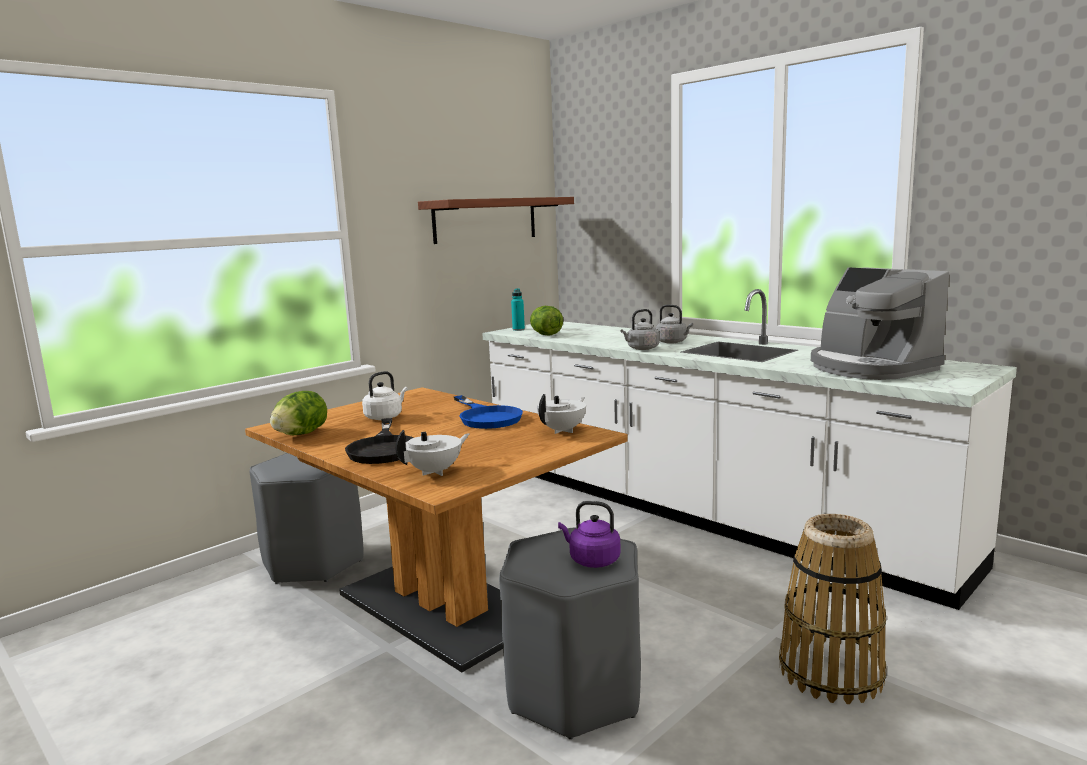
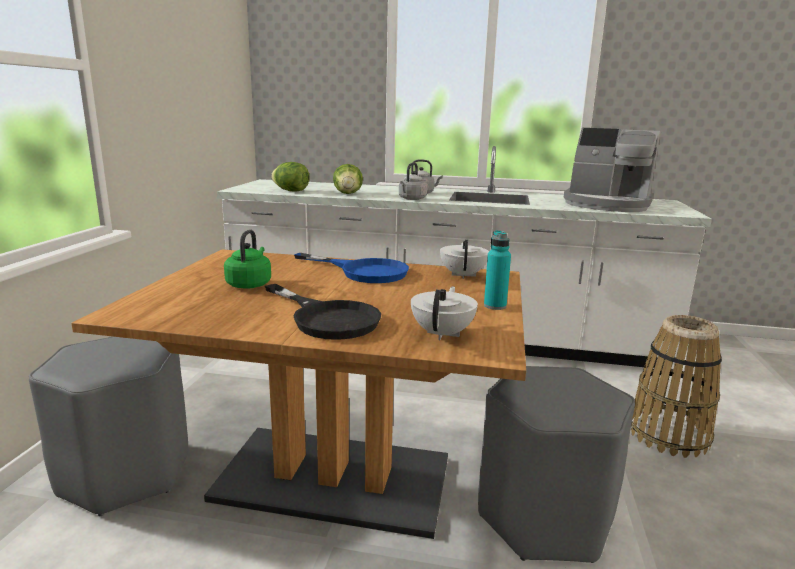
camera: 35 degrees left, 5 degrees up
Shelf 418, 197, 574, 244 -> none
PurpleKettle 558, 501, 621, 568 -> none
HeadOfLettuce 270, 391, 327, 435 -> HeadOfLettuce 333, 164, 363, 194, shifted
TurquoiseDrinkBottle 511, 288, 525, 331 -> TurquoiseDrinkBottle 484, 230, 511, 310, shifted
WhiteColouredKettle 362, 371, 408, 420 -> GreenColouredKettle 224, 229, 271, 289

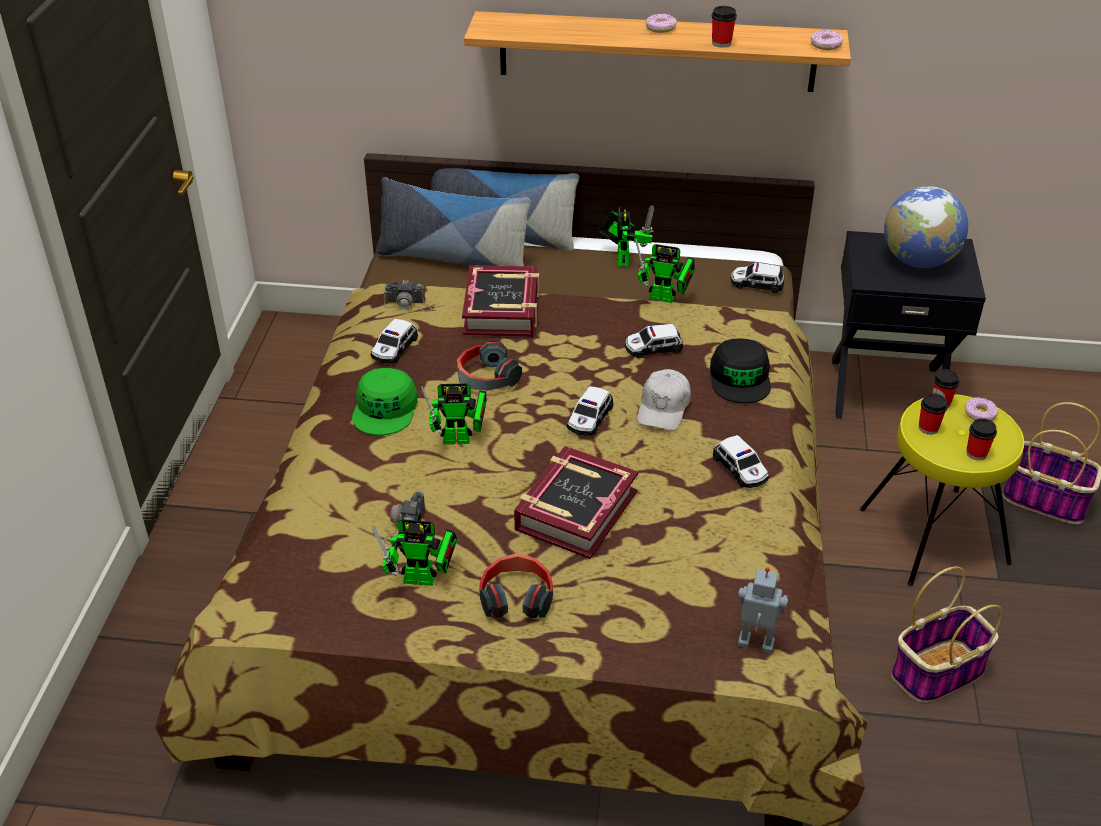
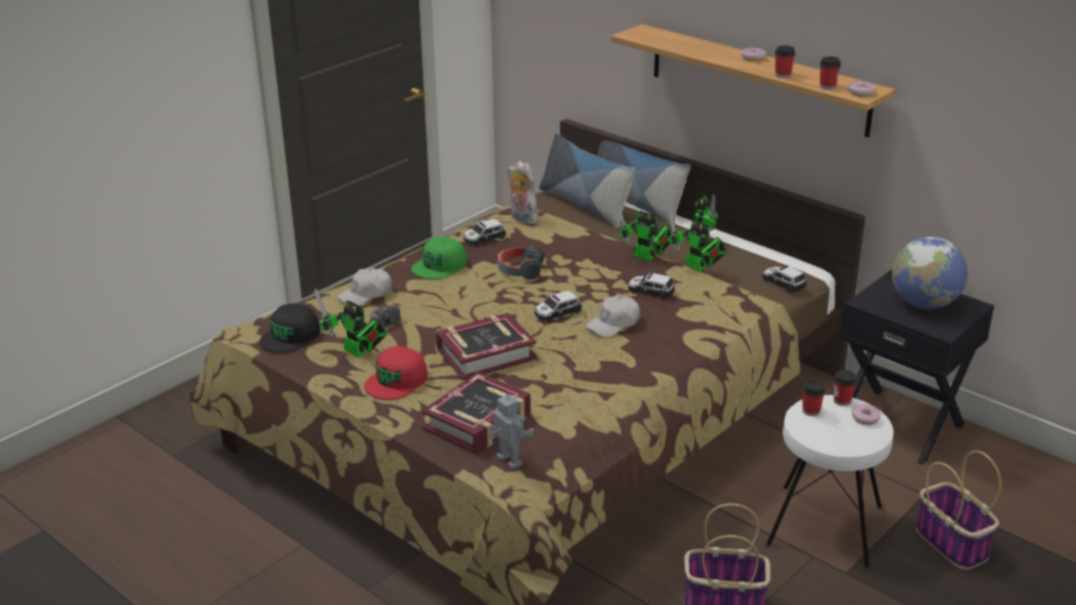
camera: 35 degrees right, 10 degrees down
ModelCar 713, 435, 769, 488 -> none
none -> WhiteColouredPeakedCap 337, 268, 392, 305
ToyRobot 421, 383, 486, 444 -> ToyRobot 617, 200, 672, 261, shifted
BoundBook 462, 265, 539, 337 -> BoundBook 422, 372, 531, 454, shifted
BlackishPeakedCap 710, 338, 771, 403 -> BlackishPeakedCap 259, 303, 321, 353, shifted
SmallCup 966, 418, 997, 460 -> SmallCup 820, 56, 841, 90, shifted
PhotoCamera 384, 280, 432, 312 -> SoftToy 507, 161, 539, 224
PairOfHeadphones 480, 553, 553, 618 -> RedPeakedCap 364, 346, 427, 400
YellowColouredStoolSeat 860, 394, 1024, 586 -> WhiteColouredStoolSeat 766, 395, 893, 569

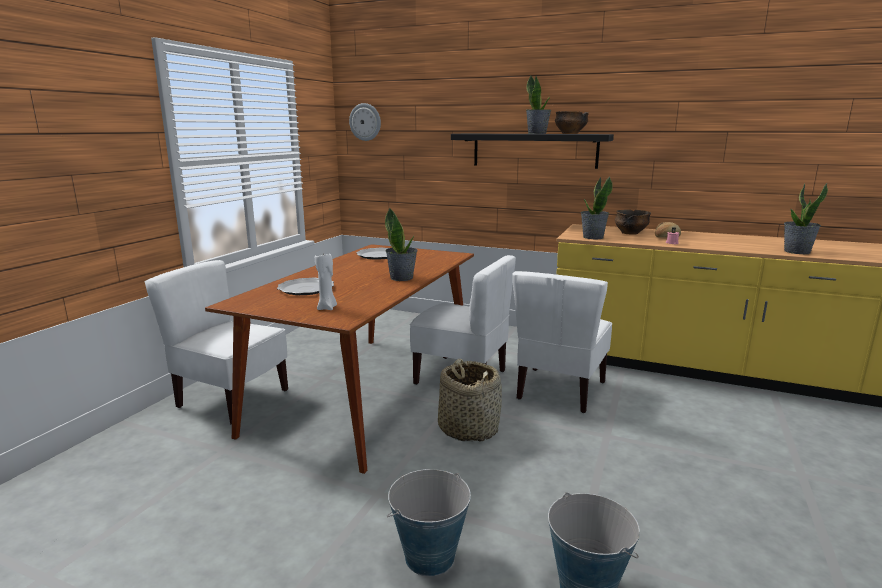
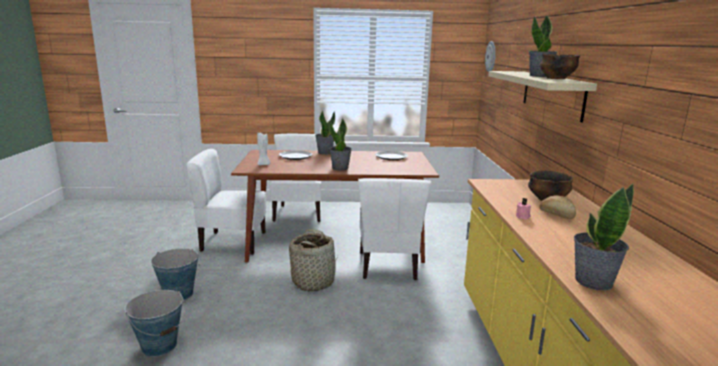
camera: 65 degrees right, 0 degrees up
WhiteColouredChair 512, 271, 613, 413 -> WhiteColouredChair 186, 149, 266, 255, shifted
PottedPlant 581, 177, 613, 239 -> PottedPlant 315, 110, 335, 155, shifted
BlackishShelf 451, 134, 614, 169 -> SandColouredShelf 488, 71, 597, 123

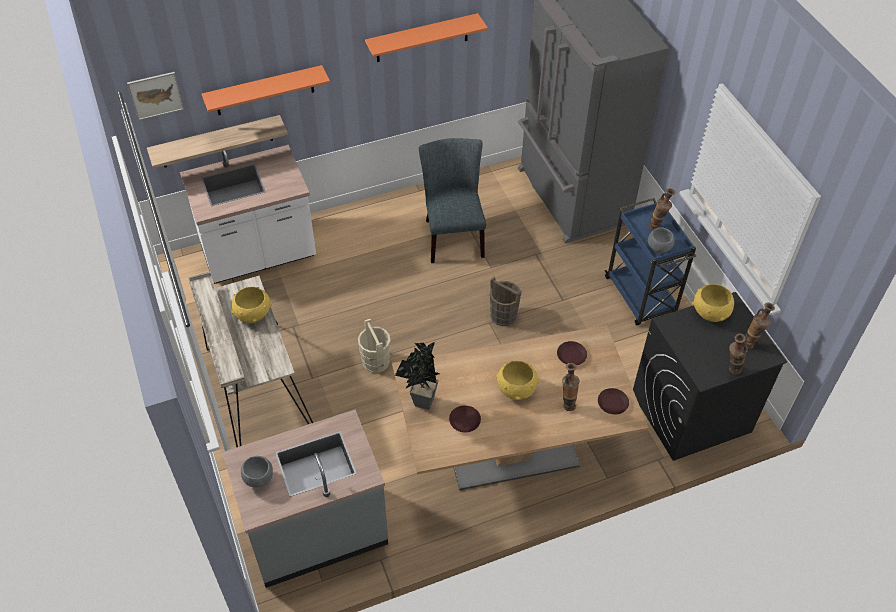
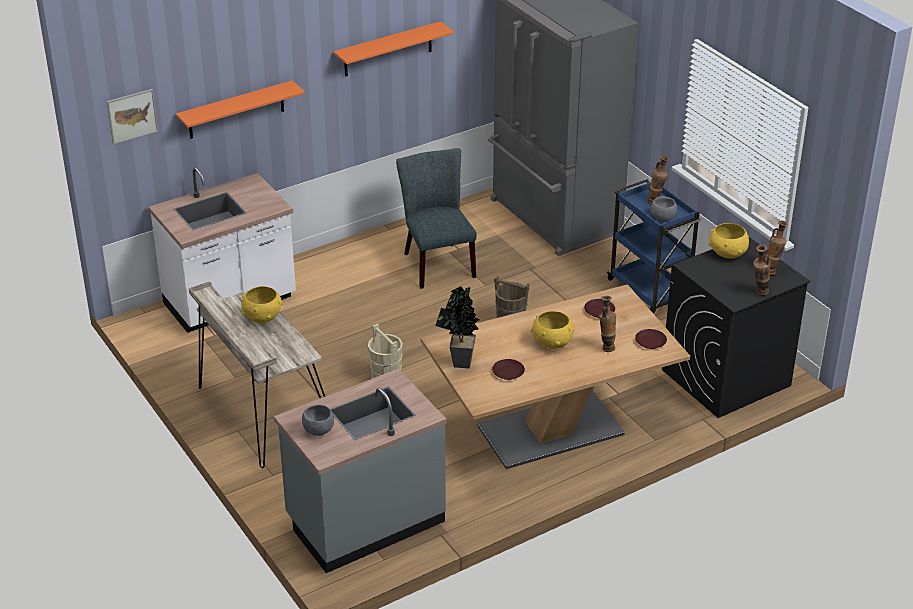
camera: 10 degrees left, 15 degrees down
Shelf 147, 115, 288, 169 -> none

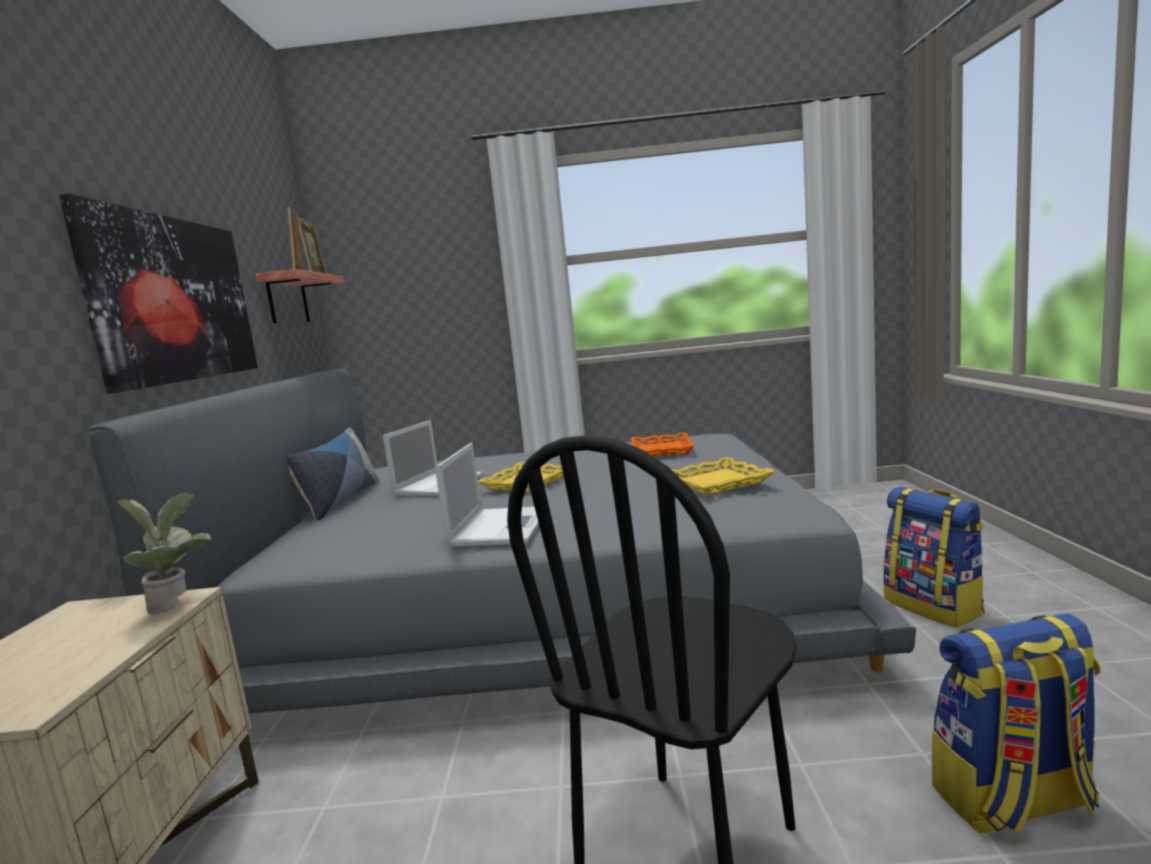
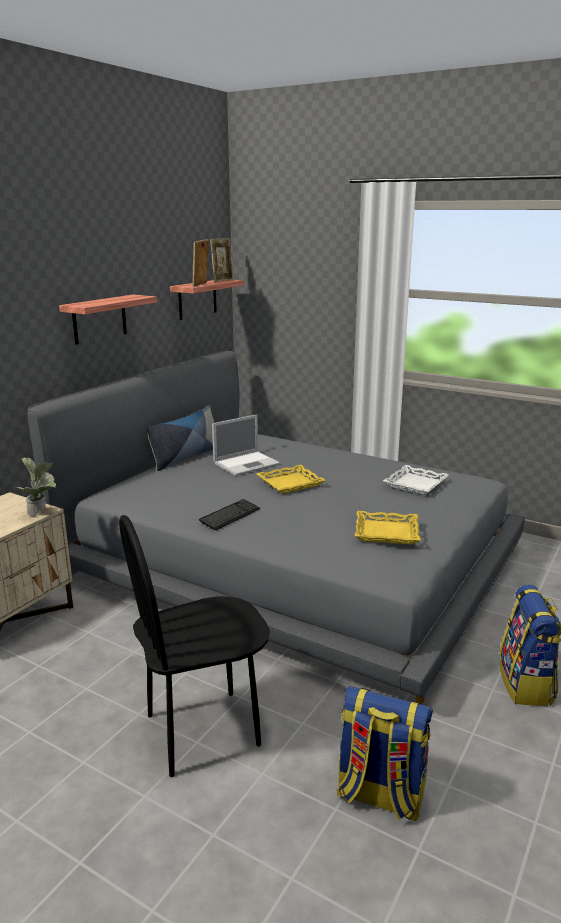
camera: 30 degrees right, 10 degrees up
WallPicture 59, 194, 258, 393 -> Shelf 59, 295, 157, 344
PortableComputer 435, 443, 539, 547 -> ComputerKeyboard 199, 499, 260, 530
OrangeyCarryingTray 631, 432, 694, 457 -> WhiteColouredCarryingTray 383, 465, 449, 495

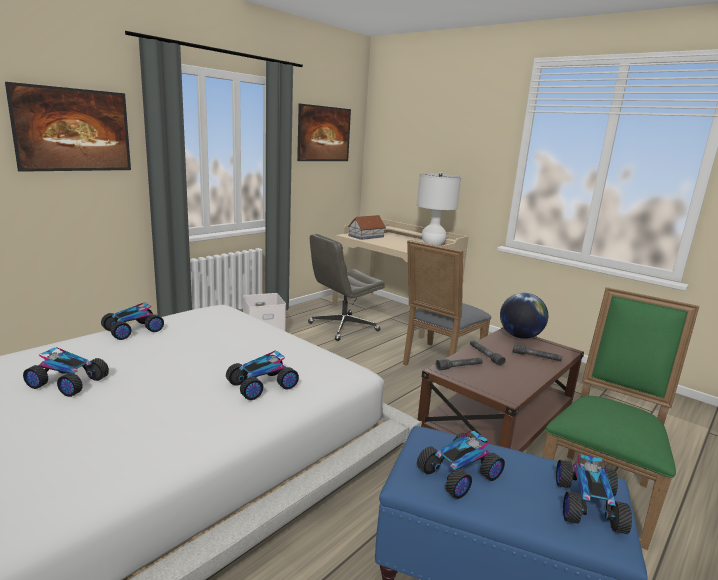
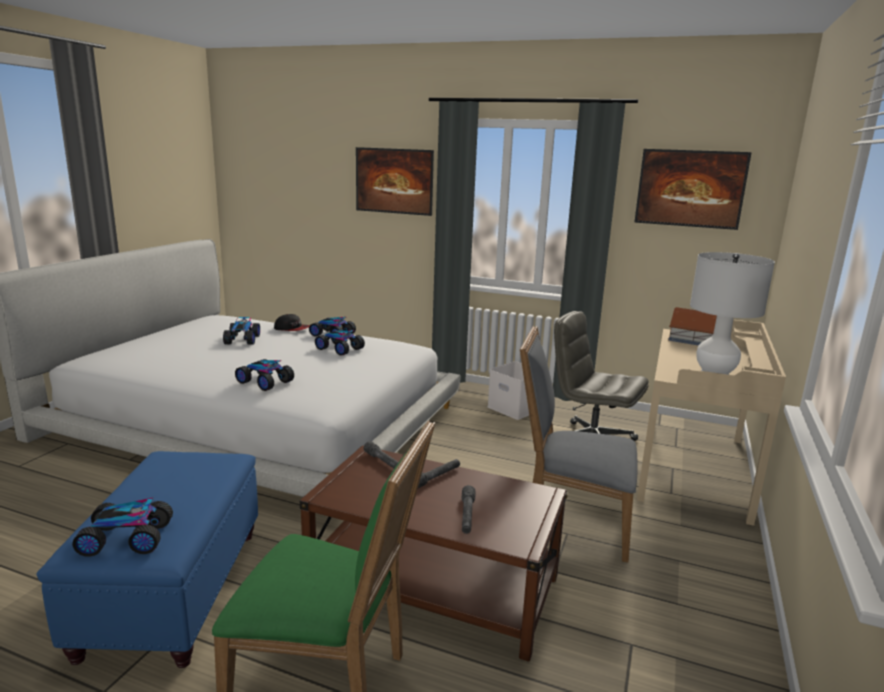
camera: 70 degrees right, 0 degrees up
DeskGlobe 500, 293, 548, 339 -> none
none -> PeakedCap 274, 314, 310, 331
ModelCar 417, 430, 505, 499 -> ModelCar 315, 330, 365, 356, shifted

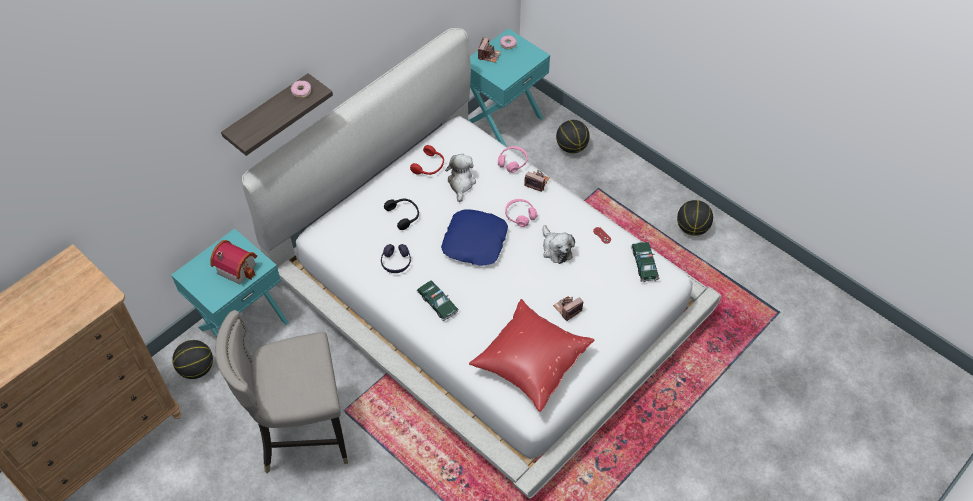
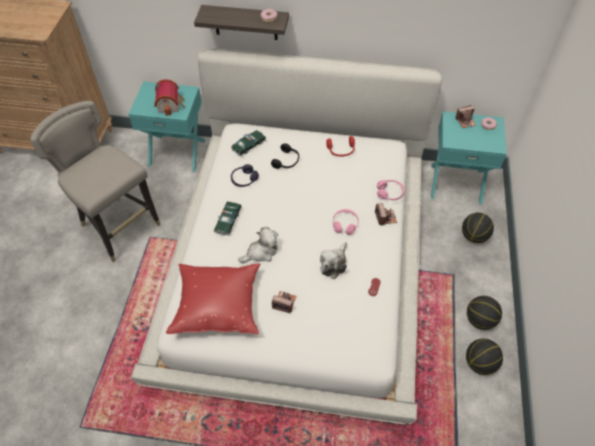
camera: 55 degrees right, 0 degrees up
BlueColouredCushion 441, 209, 508, 266 -> none
BasketballBall 172, 340, 213, 379 -> BasketballBall 467, 296, 502, 330, shifted
SoftToy 445, 154, 476, 202 -> SoftToy 238, 227, 278, 263, shifted
ModelCar 631, 242, 659, 282 -> ModelCar 231, 130, 266, 156, shifted

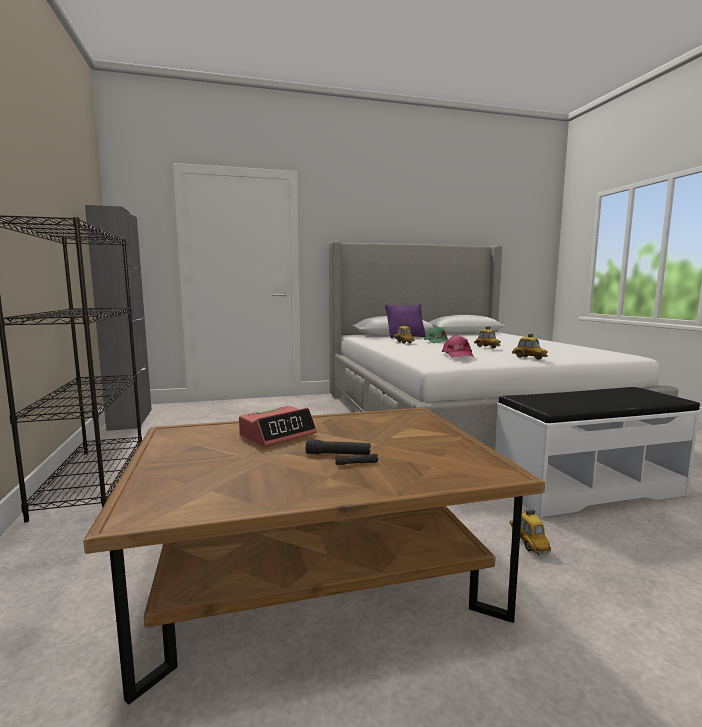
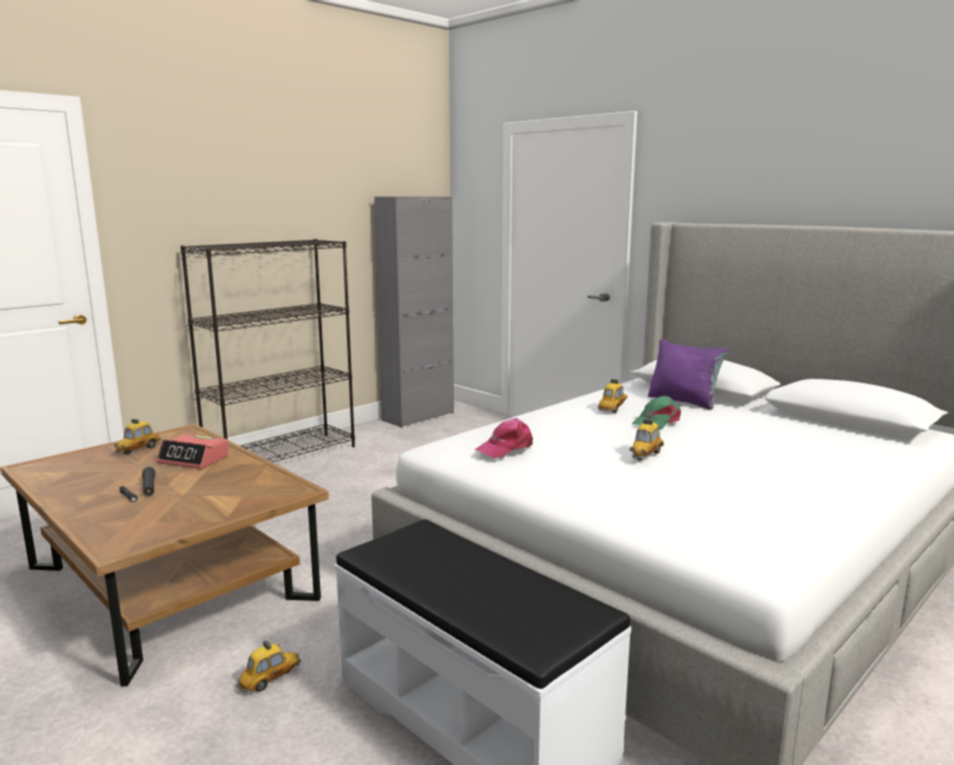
camera: 60 degrees right, 5 degrees up
ModelCar 512, 334, 548, 360 -> ModelCar 114, 419, 162, 455, shifted

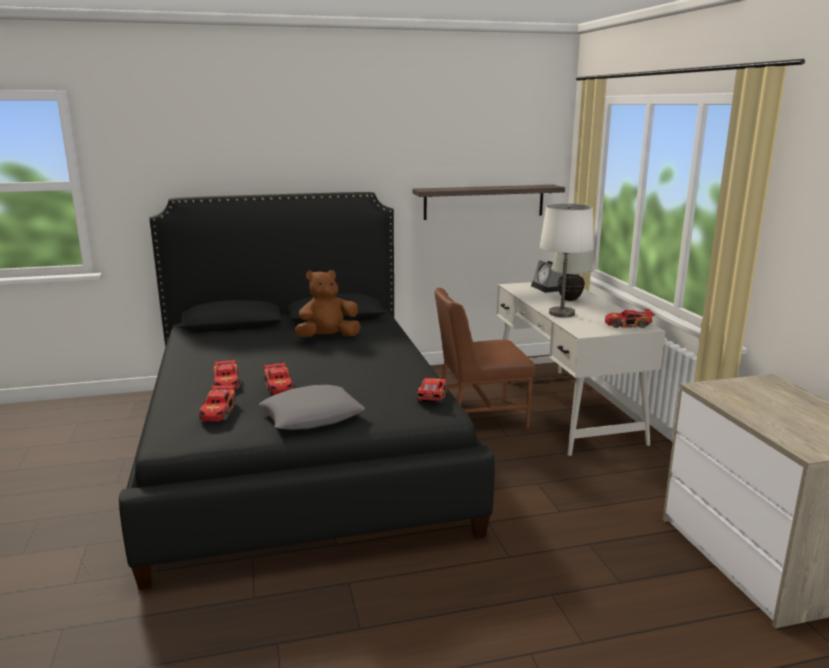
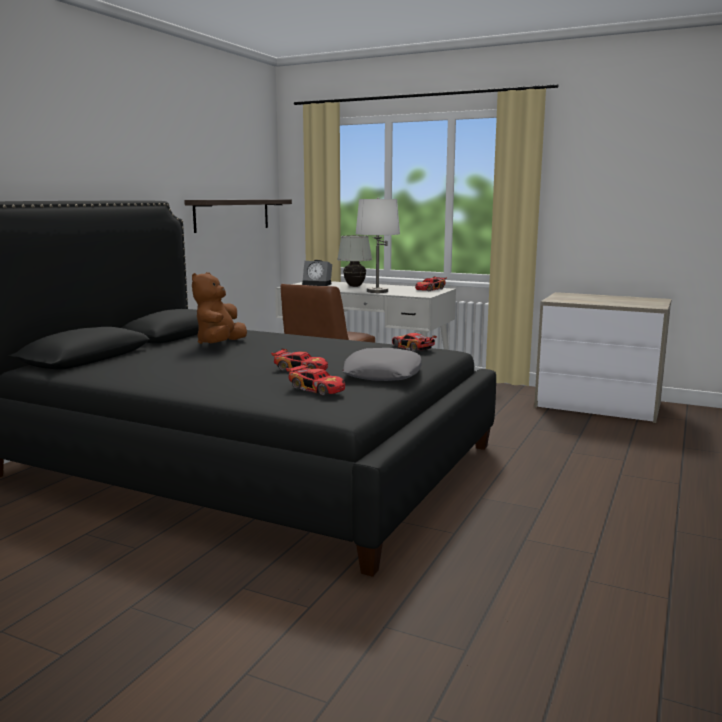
camera: 50 degrees left, 5 degrees down
ModelCar 213, 359, 241, 390 -> none

